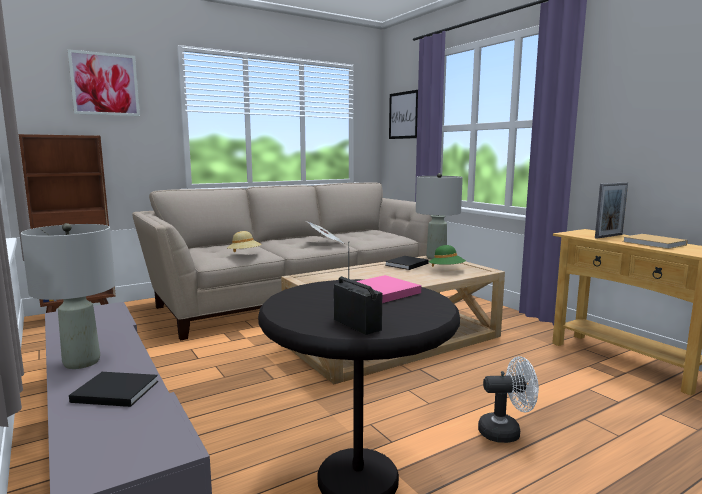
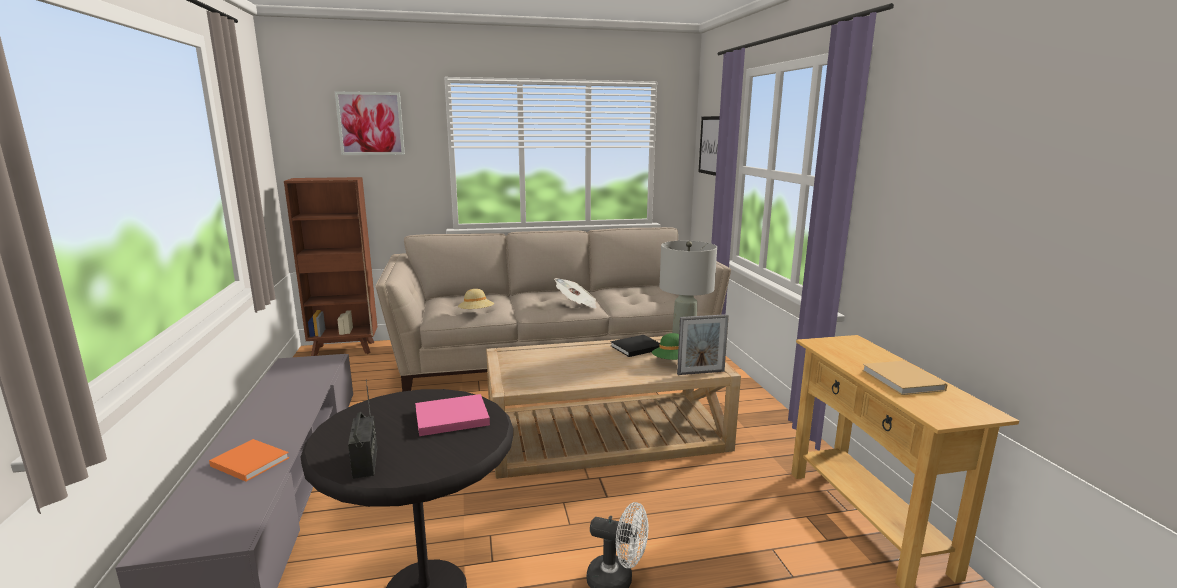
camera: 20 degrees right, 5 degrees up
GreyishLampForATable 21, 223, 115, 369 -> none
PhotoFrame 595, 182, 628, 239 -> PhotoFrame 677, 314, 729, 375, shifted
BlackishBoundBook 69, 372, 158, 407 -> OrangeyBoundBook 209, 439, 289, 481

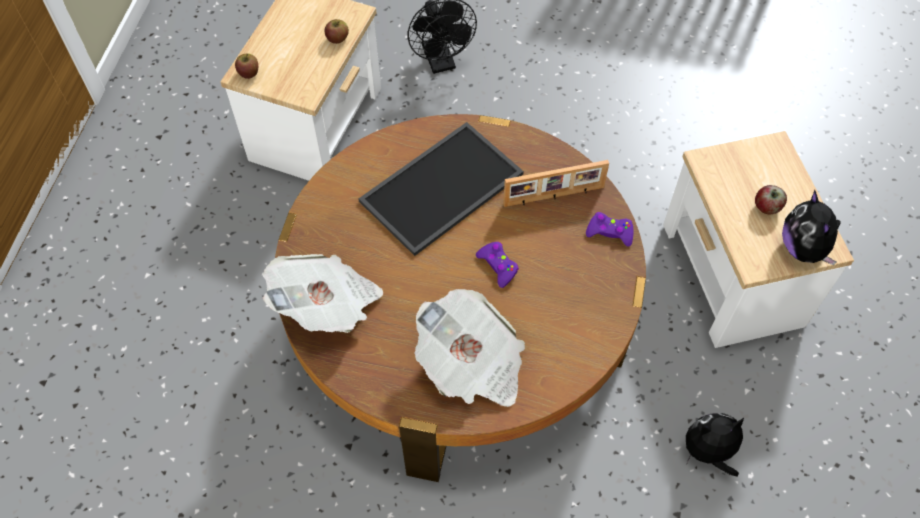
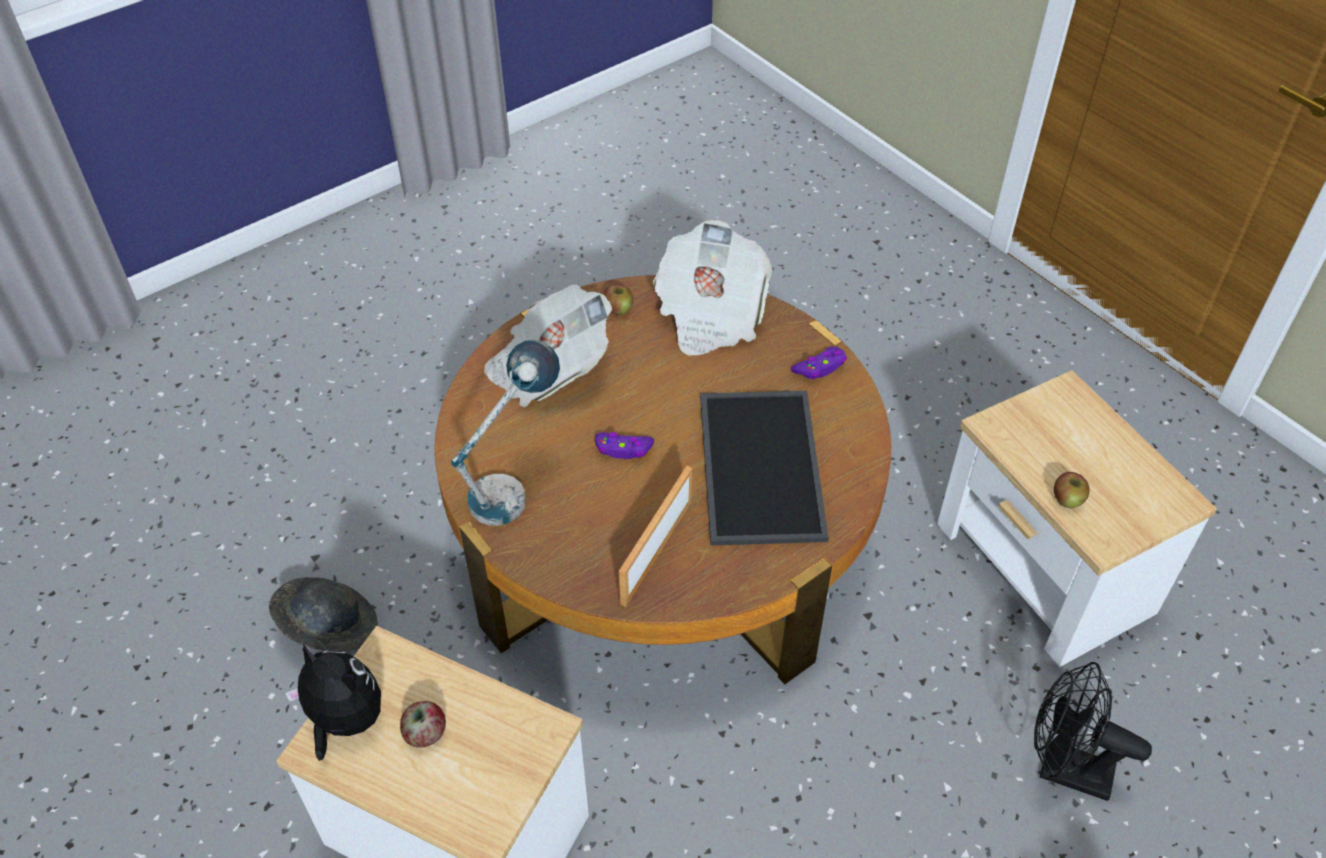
camera: 130 degrees right, 10 degrees down
none -> LampForATable 451, 340, 560, 525
AppleFruit 235, 53, 258, 79 -> AppleFruit 603, 284, 633, 315, shifted
PurpleJoypad 586, 212, 634, 247 -> PurpleJoypad 791, 346, 847, 379, shifted
SoftToy 686, 413, 744, 477 -> GreyishClothingHat 269, 577, 378, 651

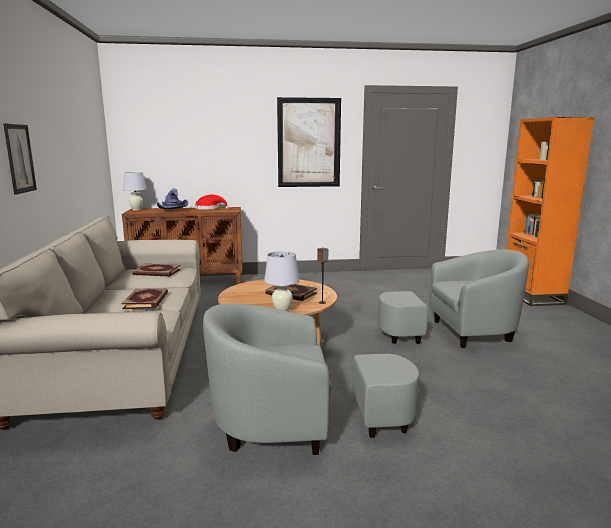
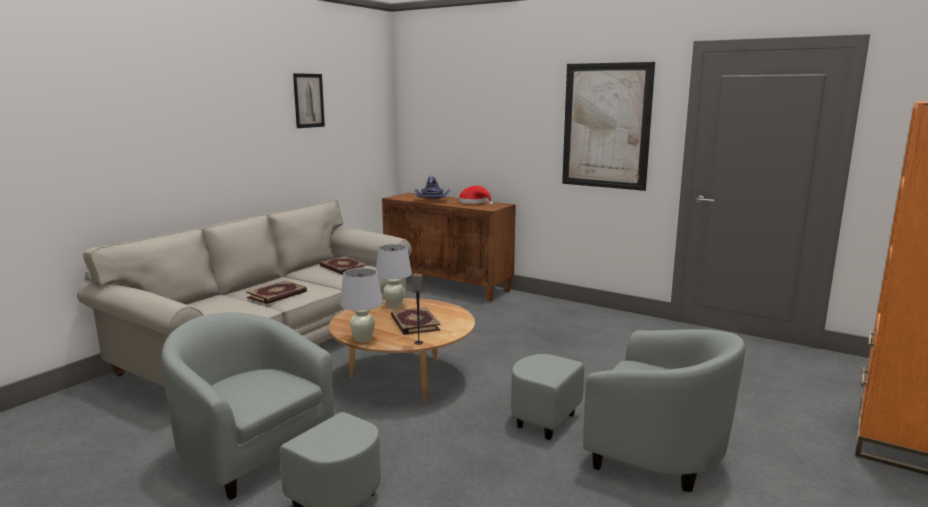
camera: 40 degrees right, 0 degrees up
WallPicture 3, 123, 37, 195 -> WallPicture 293, 73, 325, 128, shifted
WhiteColouredLampForATable 123, 172, 147, 211 -> WhiteColouredLampForATable 376, 244, 412, 308, shifted

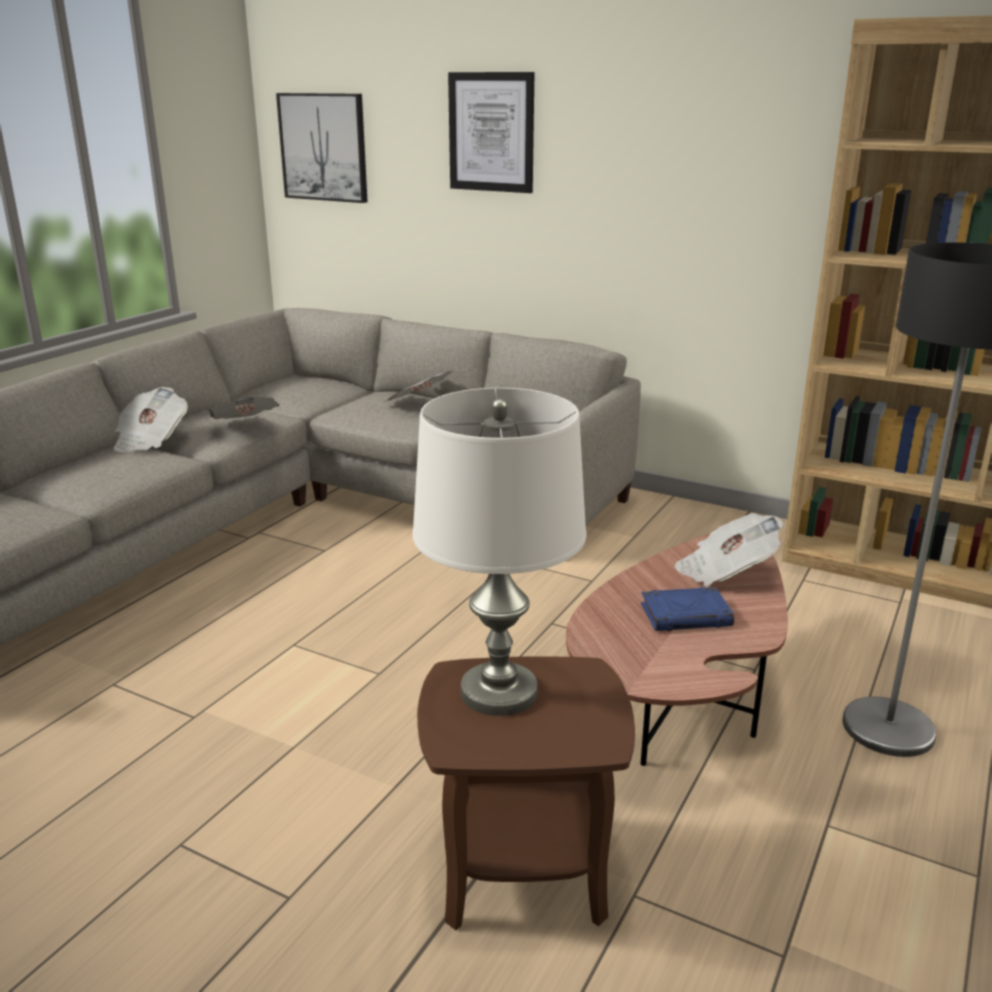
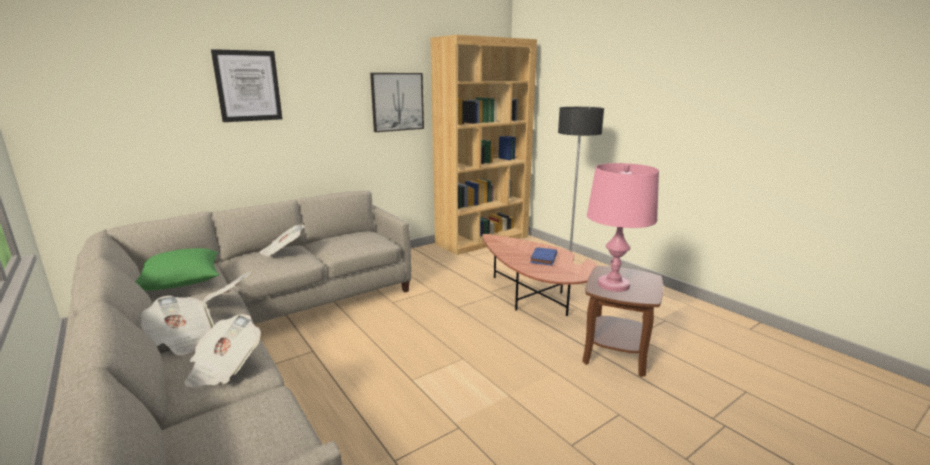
camera: 65 degrees left, 5 degrees down
none -> GreenColouredCushion 136, 248, 219, 291
WallPicture 276, 93, 368, 203 -> WallPicture 370, 73, 424, 132, shifted
PrintedPaper 675, 513, 784, 586 -> PrintedPaper 184, 314, 261, 388, shifted
WhiteColouredLampForATable 412, 388, 586, 716 -> PinkColouredLampForATable 587, 163, 659, 292

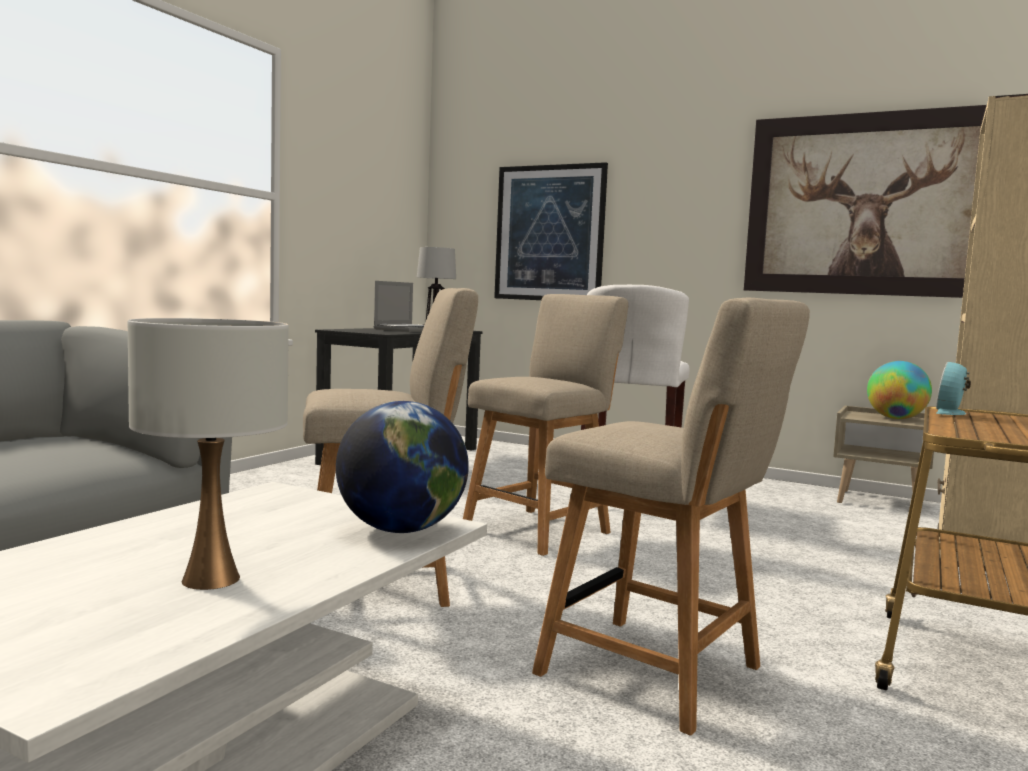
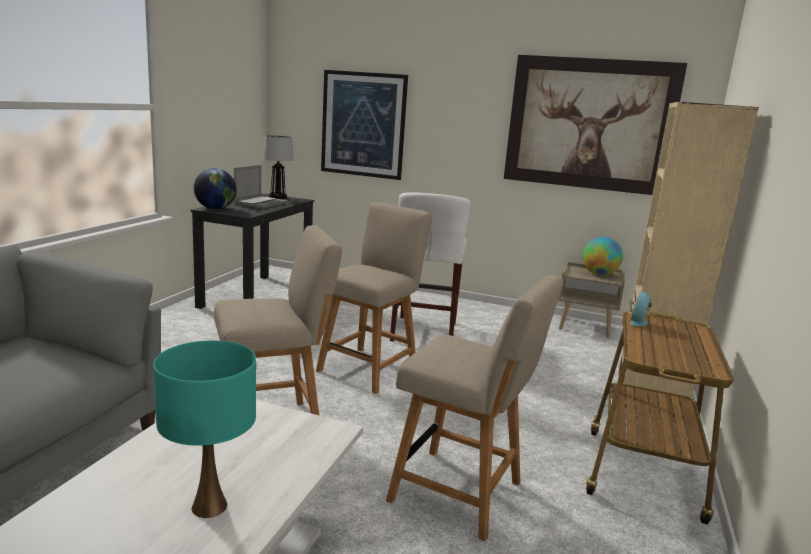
camera: 10 degrees left, 10 degrees up
DeskGlobe 336, 401, 469, 533 -> DeskGlobe 194, 168, 237, 210, shifted
WhiteColouredLampForATable 128, 318, 289, 590 -> TurquoiseLampForATable 153, 340, 256, 518

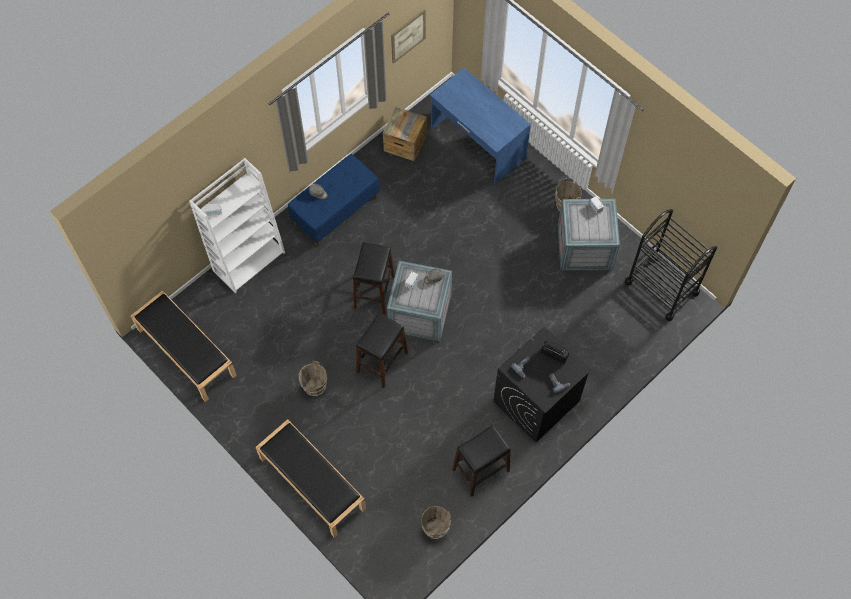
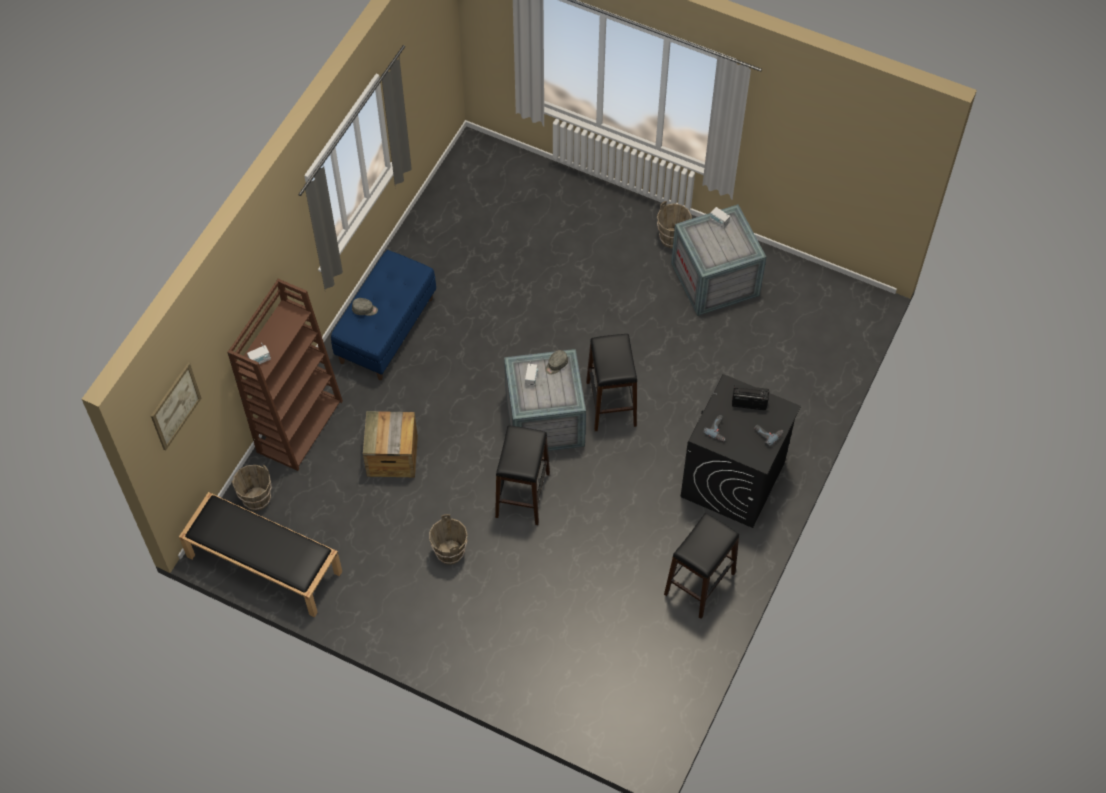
camera: 20 degrees left, 5 degrees down
BlackishIndoorBench 255, 419, 366, 538 -> none
BlueColouredDeskTable 430, 68, 531, 184 -> none
BlackishWheeledCart 625, 209, 717, 321 -> none
BlackishStoolSeat 353, 242, 395, 314 -> BlackishStoolSeat 586, 334, 637, 431, shifted
Crate 383, 107, 427, 161 -> Crate 363, 411, 418, 477, shifted
WallPicture 391, 9, 426, 64 -> WallPicture 151, 363, 202, 451, shifted
BrownBucket 421, 506, 451, 539 -> BrownBucket 232, 464, 272, 511, shifted
WhiteColouredShelvingUnit 189, 158, 285, 293 -> BrownShelvingUnit 227, 279, 343, 471

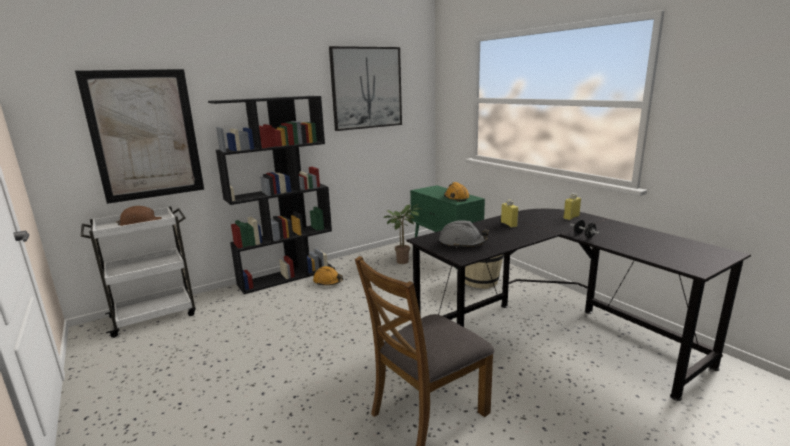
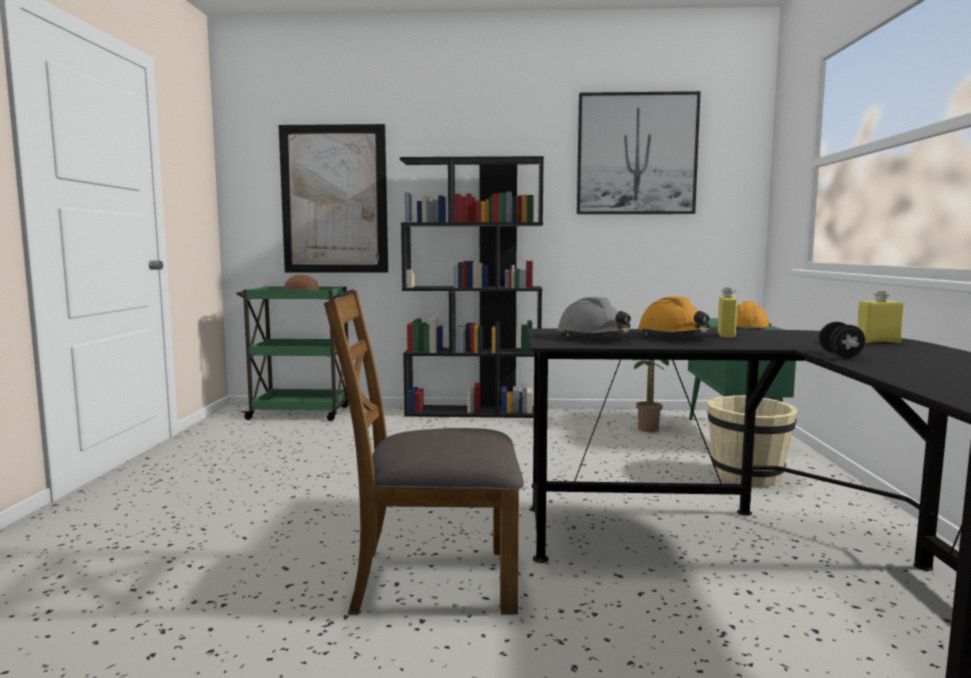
camera: 35 degrees right, 10 degrees down
OrangeySafetyHelmet 313, 266, 343, 286 -> OrangeySafetyHelmet 638, 296, 713, 335, shifted
WhiteColouredWheeledCart 80, 206, 196, 338 -> GreenColouredWheeledCart 236, 286, 354, 421

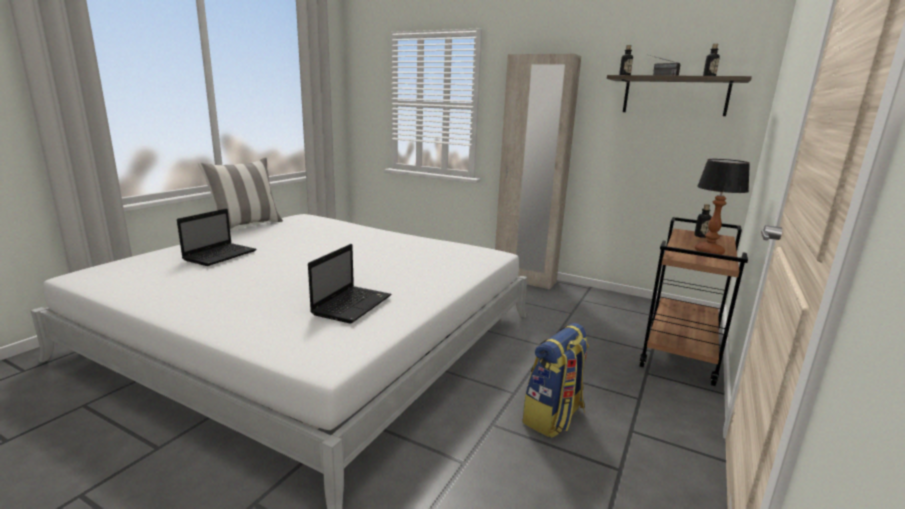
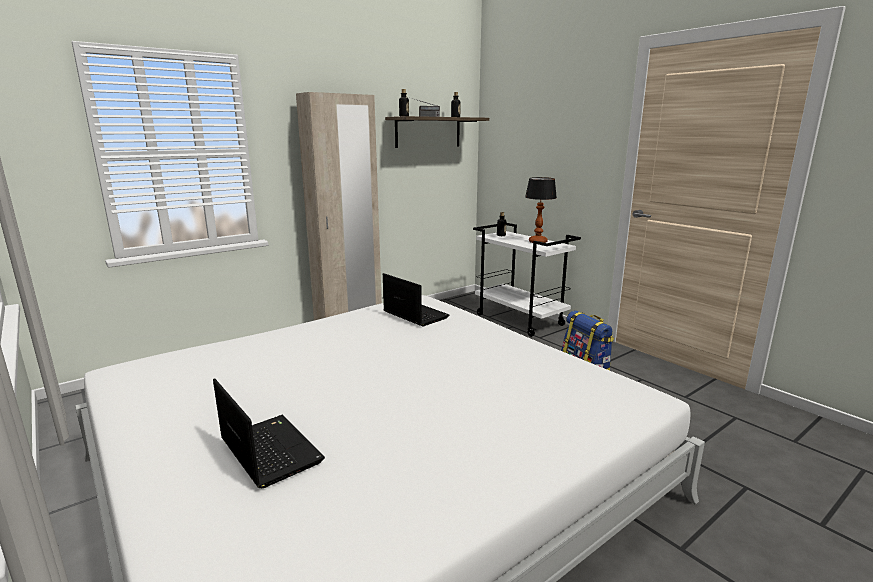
camera: 65 degrees left, 0 degrees up
Cushion 198, 157, 283, 229 -> none
PortableComputer 308, 244, 391, 324 -> PortableComputer 383, 273, 449, 327, shifted
BrownWheeledCart 640, 217, 748, 386 -> WhiteColouredWheeledCart 473, 223, 581, 337

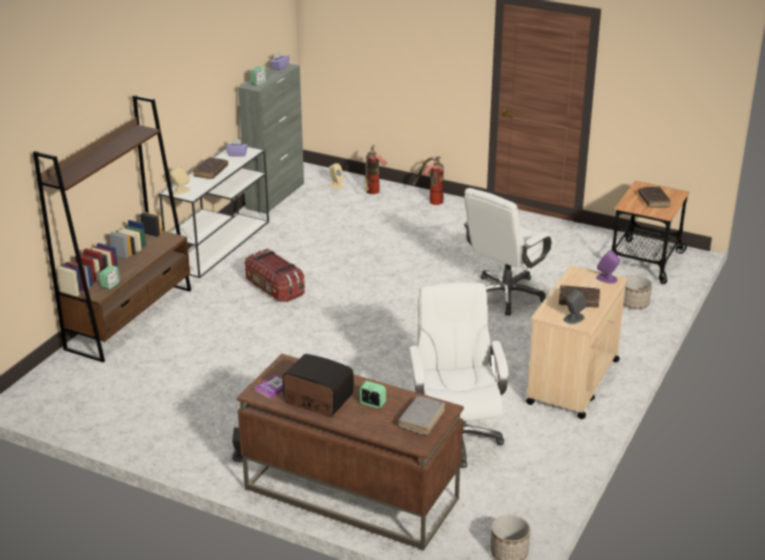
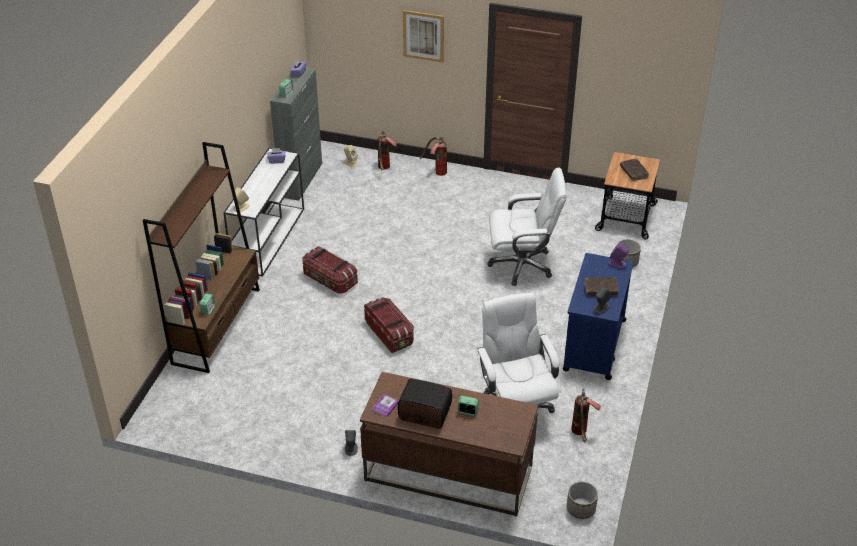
camera: 10 degrees left, 10 degrees up
BrownBoundBook 193, 157, 228, 179 -> none
GreyishBoundBook 398, 396, 445, 435 -> none
none -> StorageContainer 364, 298, 414, 353
none -> WallPicture 403, 10, 444, 62
none -> FireFightingCylinder 571, 389, 601, 442
SandColouredWheeledCart 526, 265, 627, 419 -> BlueColouredWheeledCart 563, 253, 634, 380
WhiteColouredOfficeChair 464, 188, 556, 316 -> WhiteColouredOfficeChair 487, 167, 567, 286, 120 degrees counterclockwise

